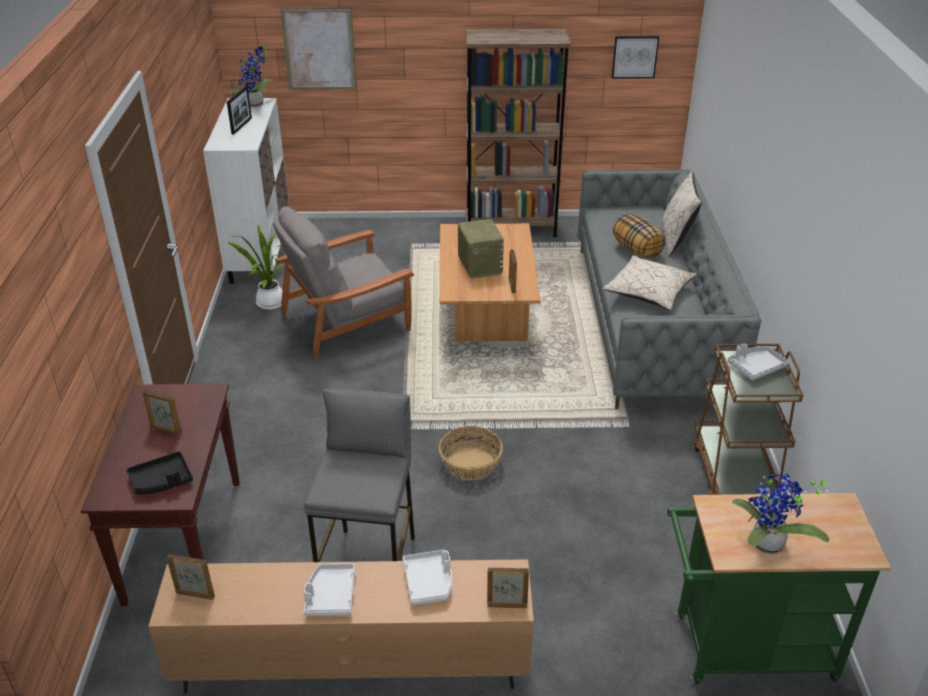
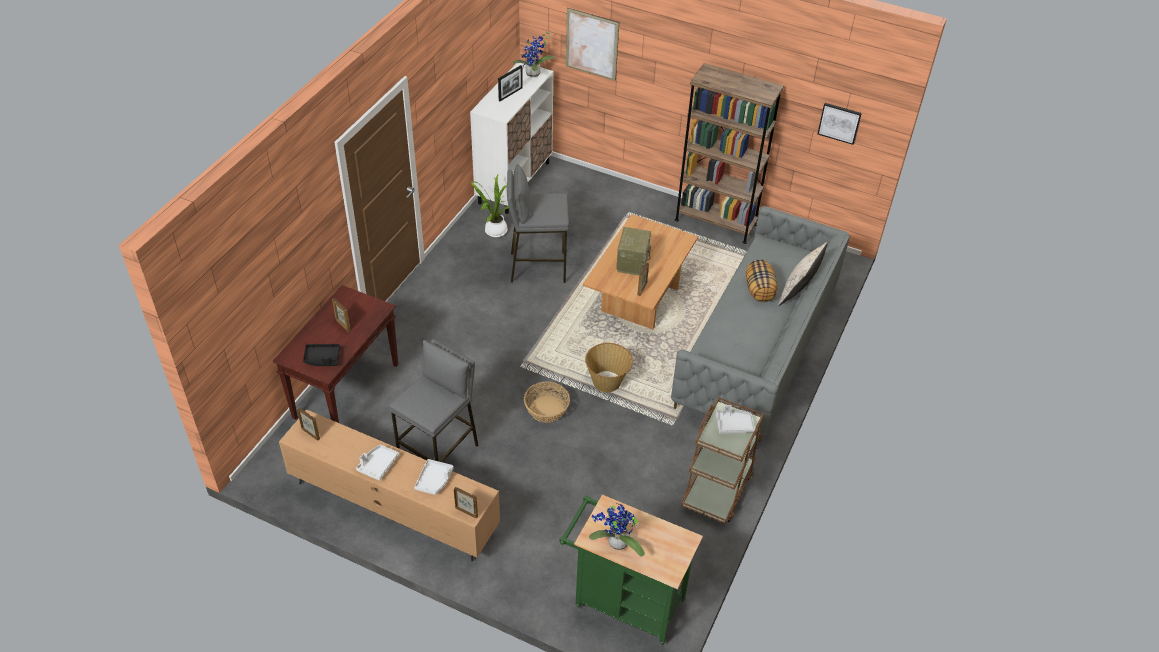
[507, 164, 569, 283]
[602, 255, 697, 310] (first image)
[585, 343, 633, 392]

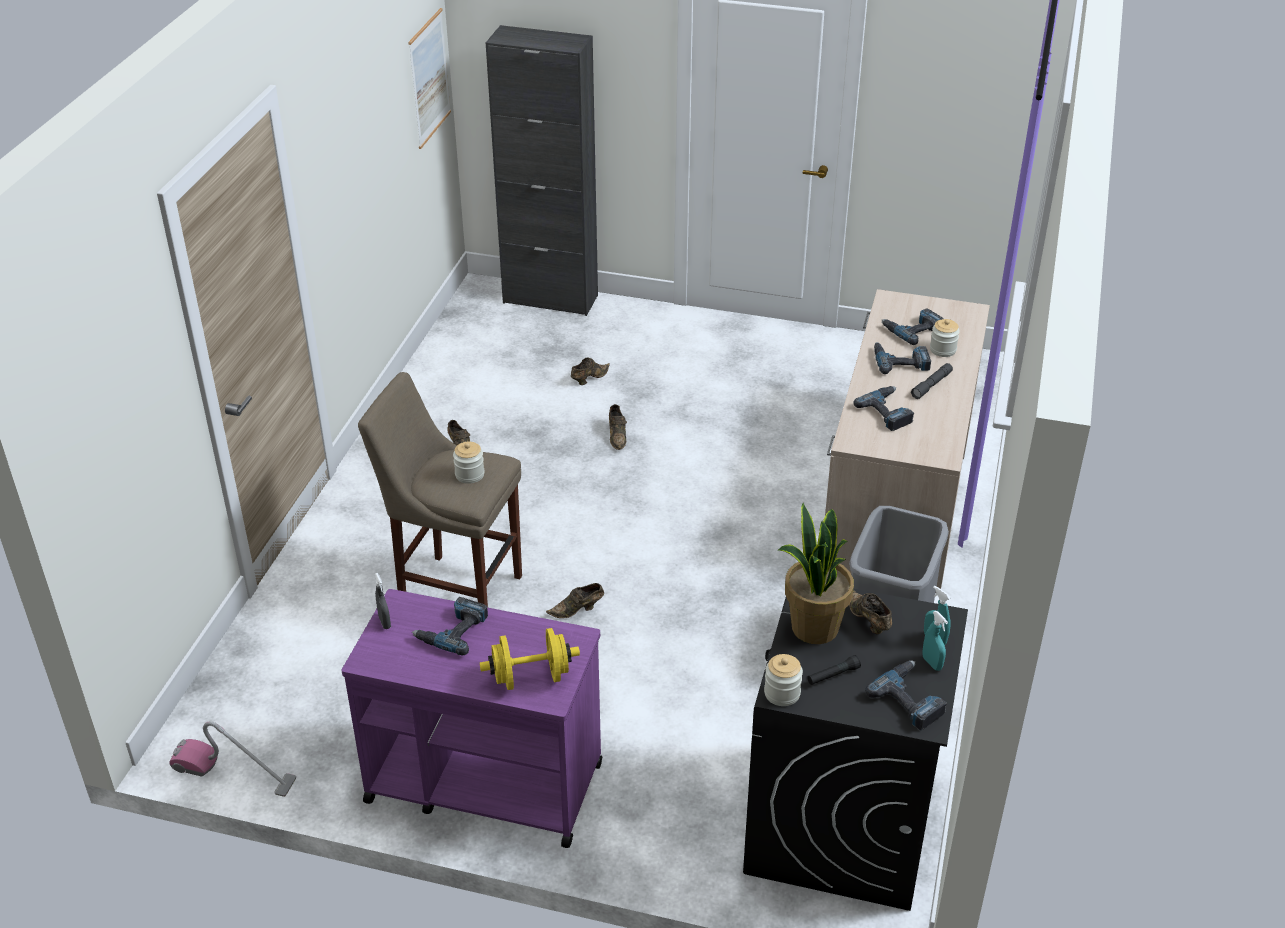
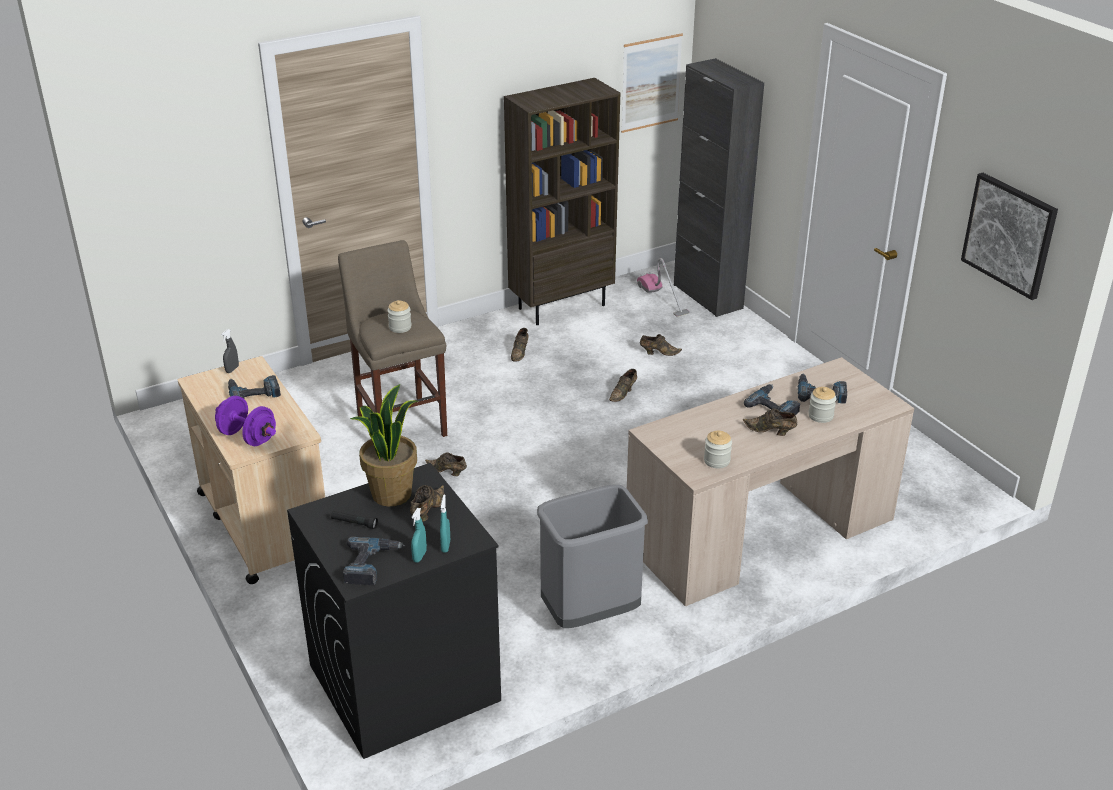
[743, 409, 797, 436]
[853, 386, 914, 431] (first image)
[178, 356, 325, 584]
[215, 396, 276, 446]
[704, 431, 732, 468]
[637, 258, 690, 317]
[504, 78, 620, 325]
[961, 173, 1058, 300]

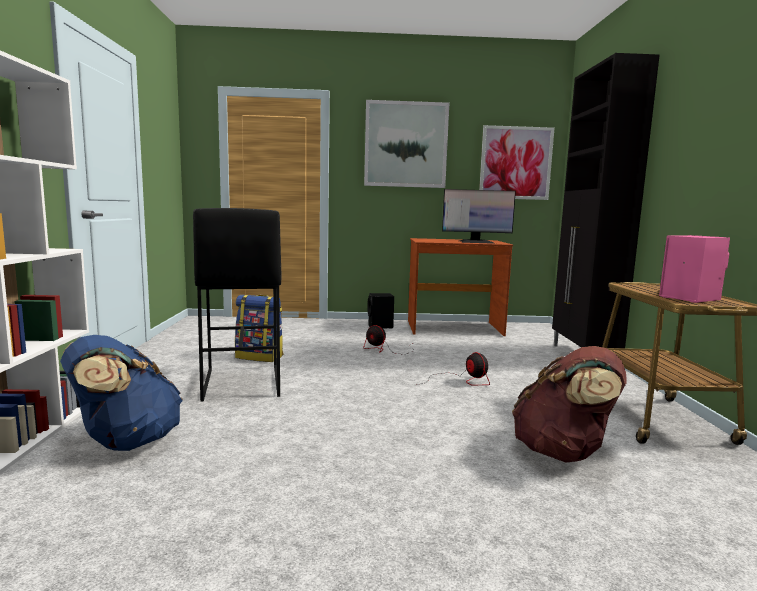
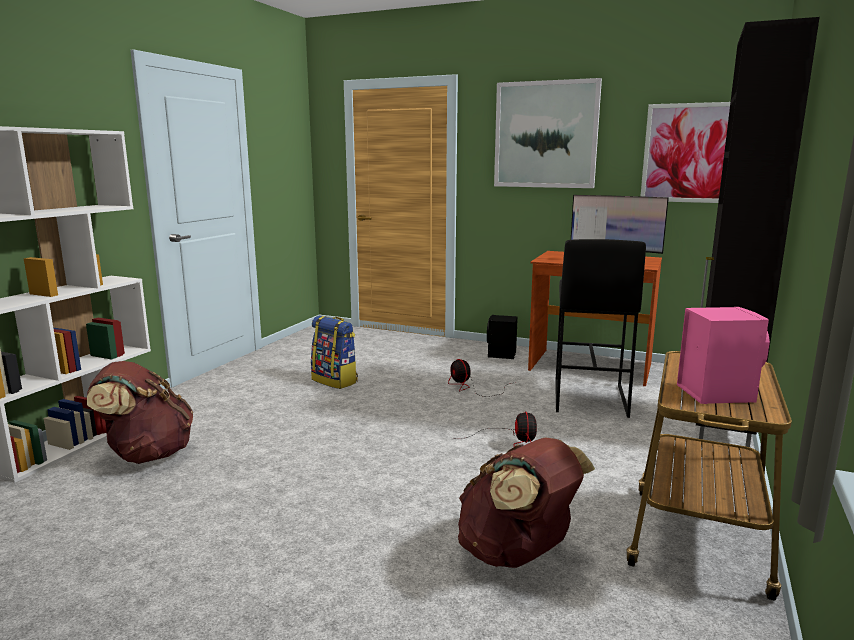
[555, 239, 646, 418]
[87, 361, 193, 464]

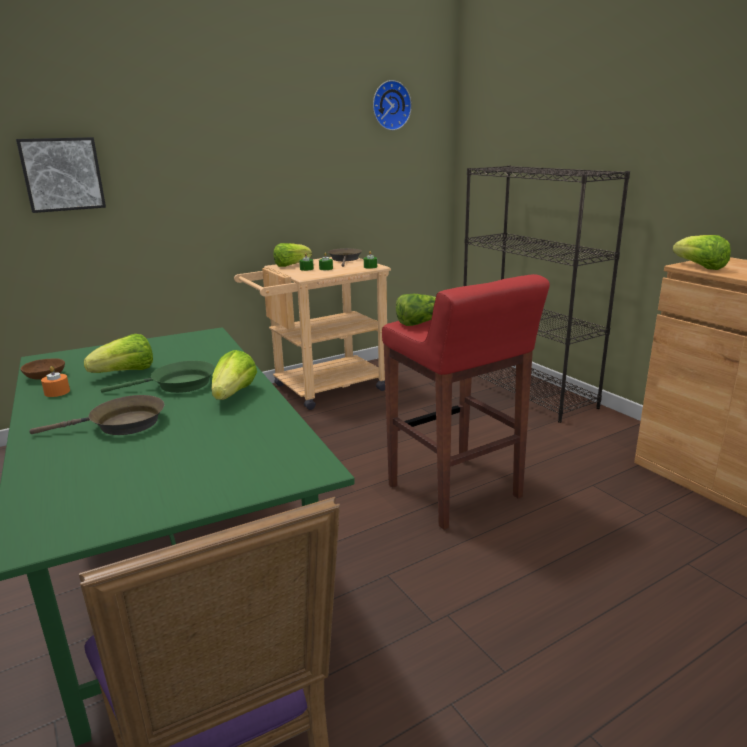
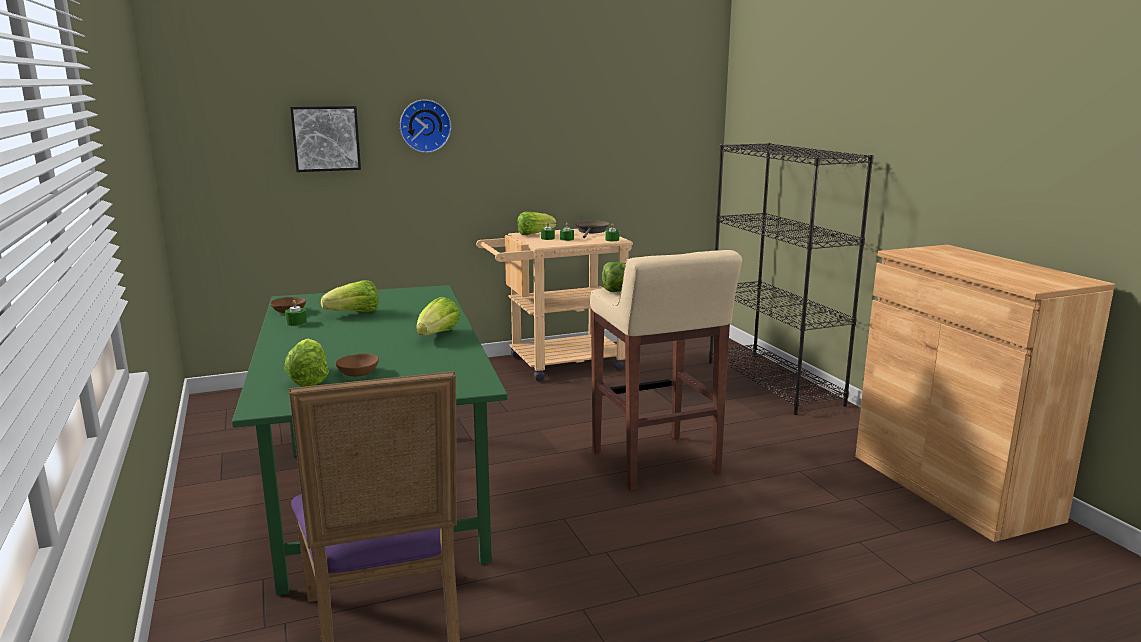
[400, 100, 451, 153]
[284, 339, 329, 387]
[590, 250, 742, 491]
[101, 361, 215, 393] (first image)
[285, 300, 307, 326]
[30, 395, 164, 435] (first image)
[336, 353, 379, 377]

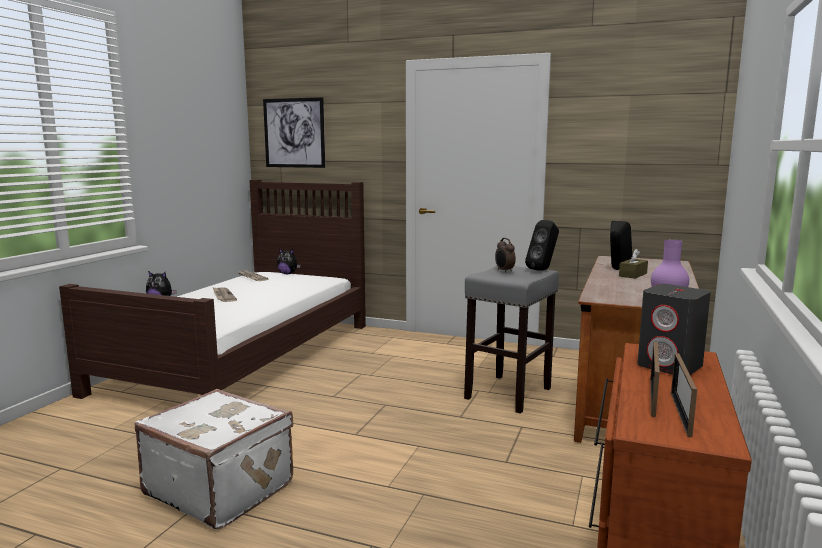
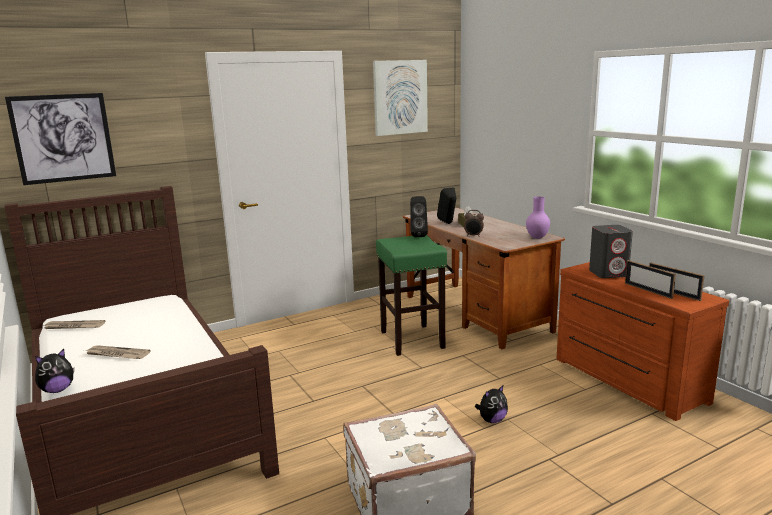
[464, 210, 484, 237]
[475, 386, 508, 423]
[376, 235, 447, 356]
[373, 60, 428, 136]

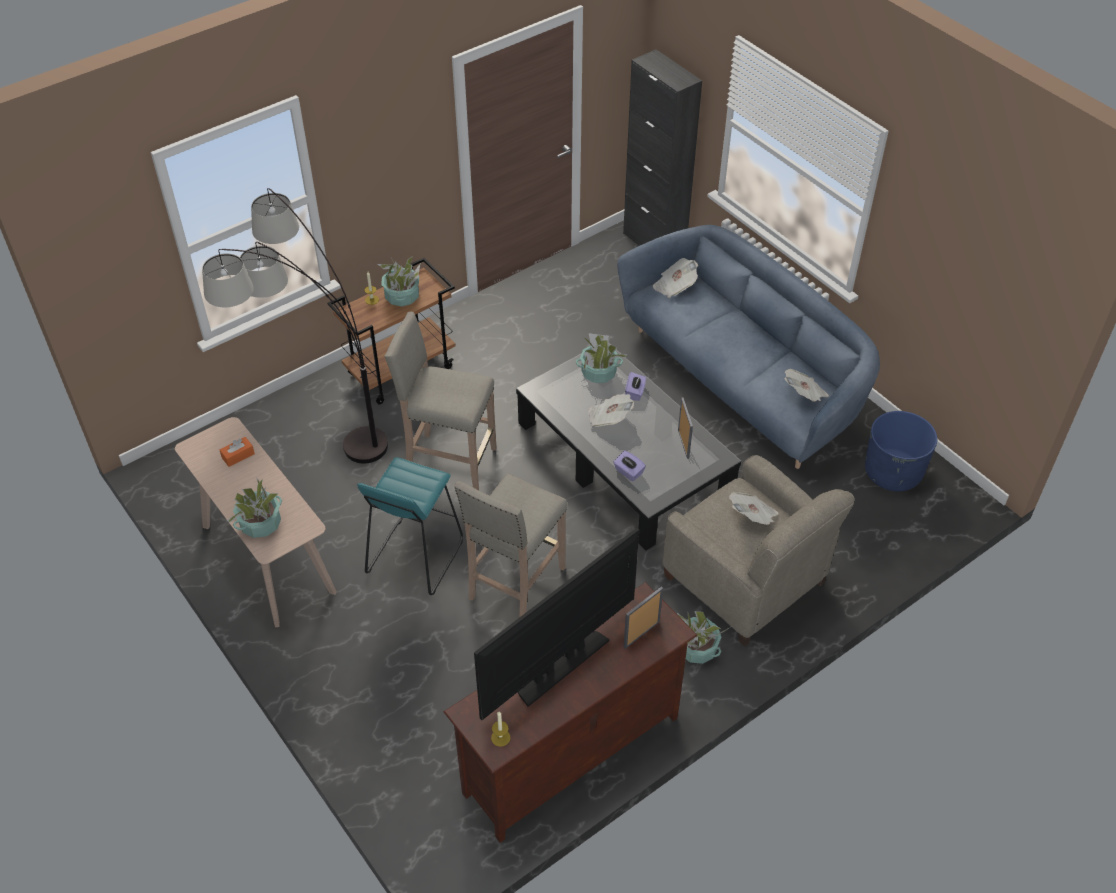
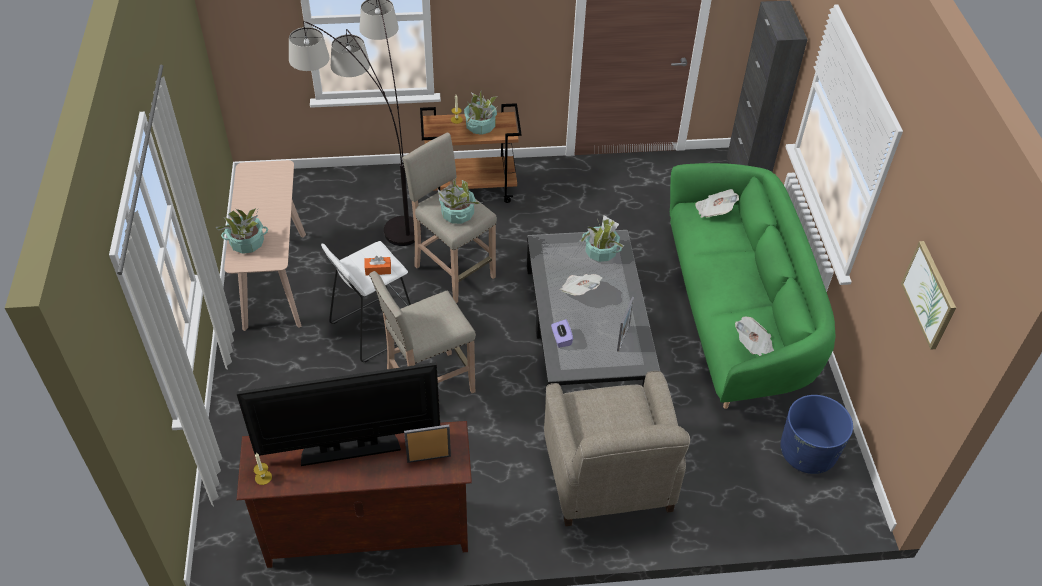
[670, 163, 835, 409]
[625, 372, 646, 401] (first image)
[365, 256, 391, 275]
[321, 241, 411, 362]
[729, 492, 779, 525] (first image)
[437, 178, 483, 224]
[901, 241, 956, 350]

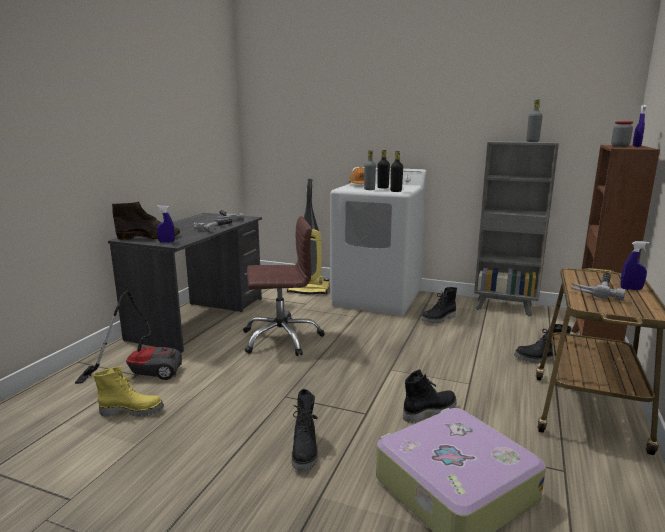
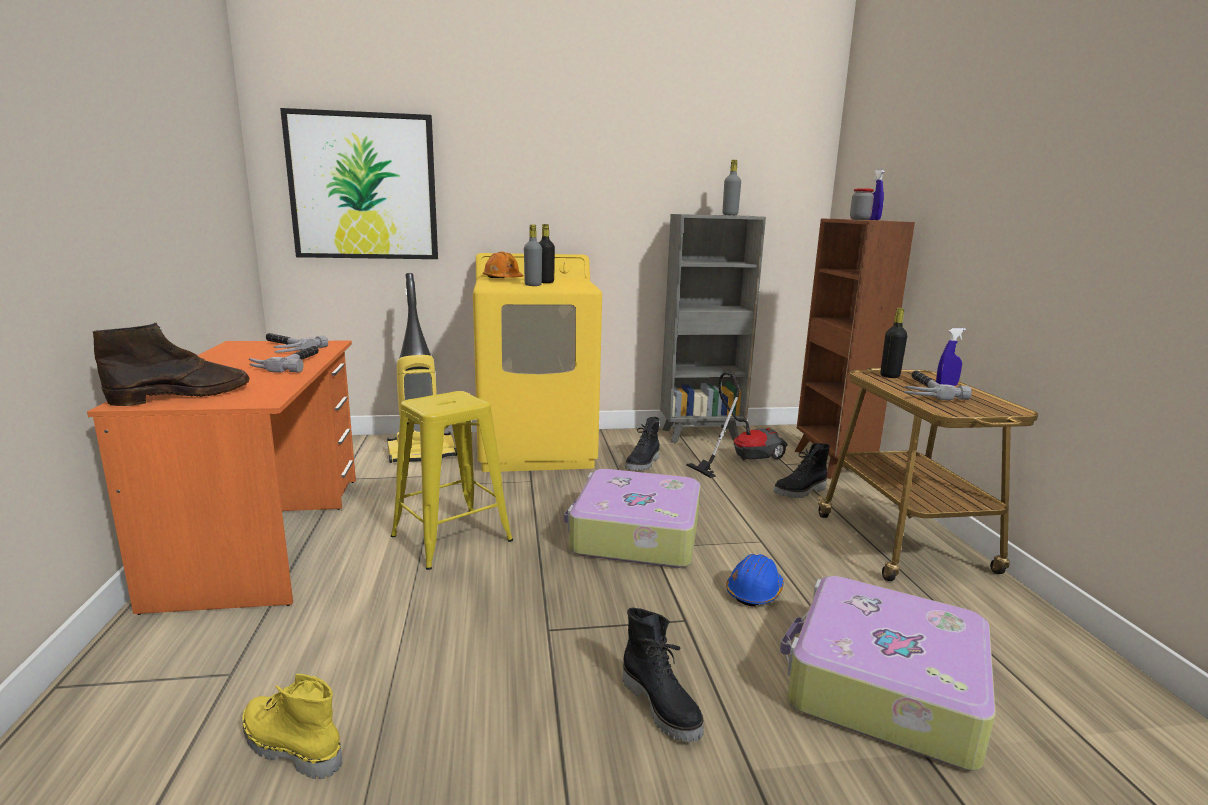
[880, 308, 907, 378]
[473, 253, 602, 472]
[157, 205, 175, 243] (first image)
[87, 341, 356, 615]
[391, 391, 513, 570]
[686, 372, 788, 478]
[242, 674, 342, 779]
[726, 554, 784, 607]
[280, 108, 438, 259]
[564, 469, 701, 568]

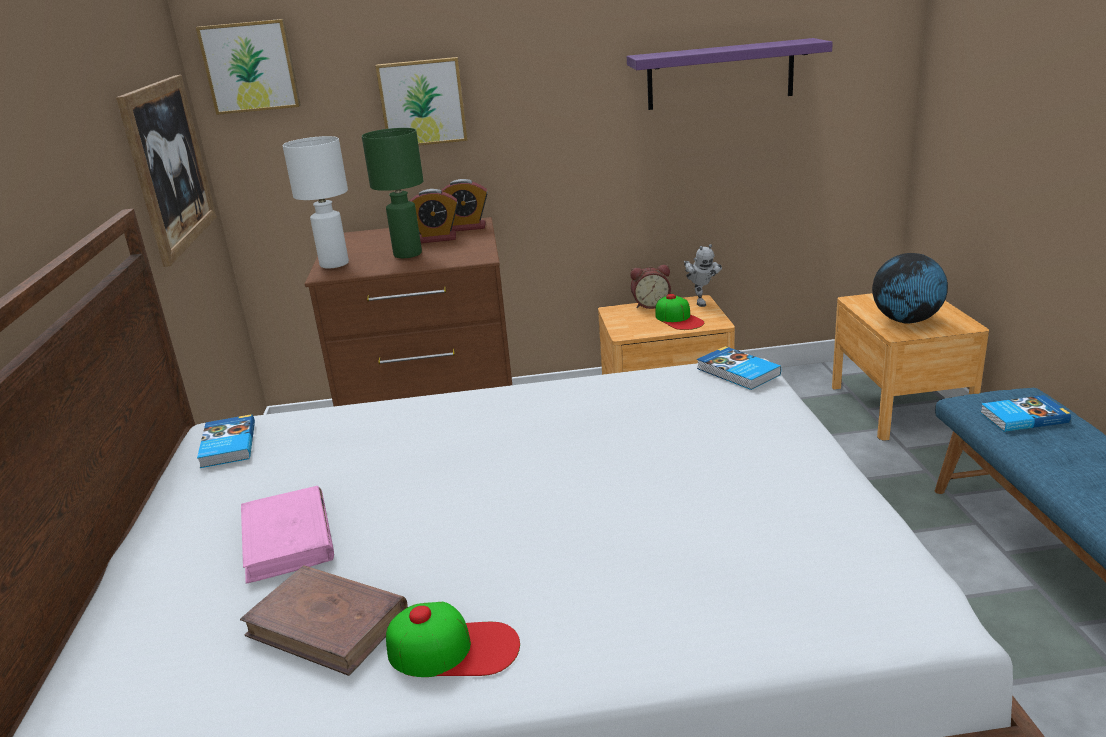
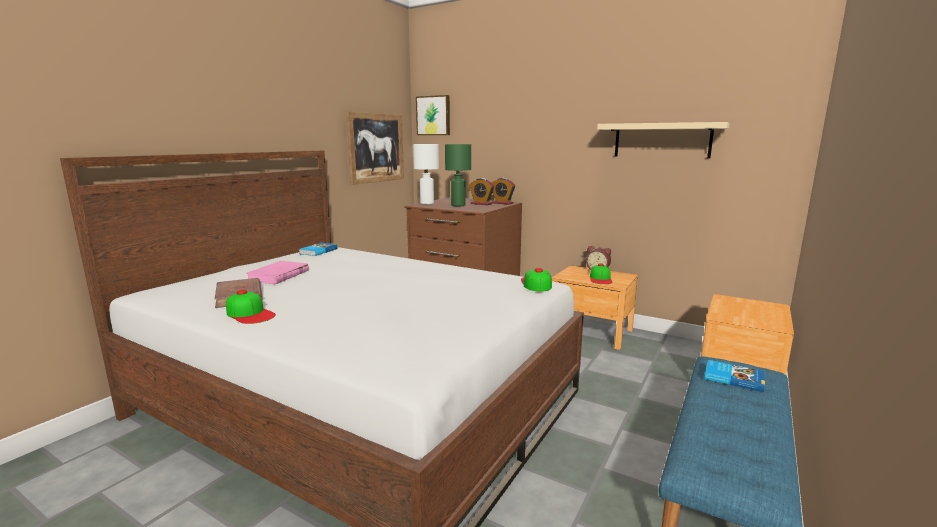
[597, 122, 729, 158]
[375, 57, 467, 146] (first image)
[684, 244, 722, 307] (first image)
[872, 253, 948, 324] (first image)
[521, 268, 552, 292]

